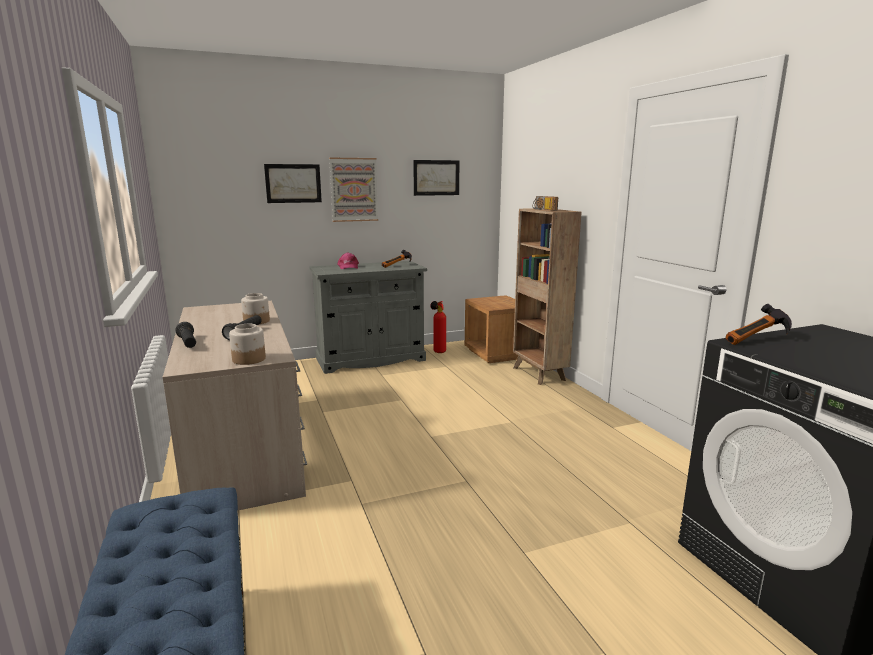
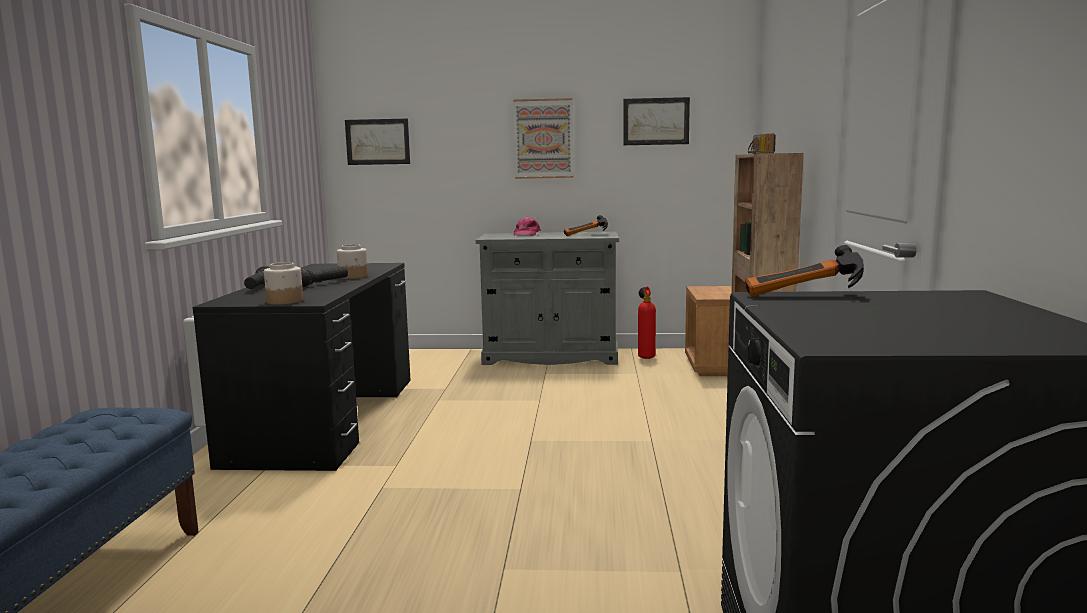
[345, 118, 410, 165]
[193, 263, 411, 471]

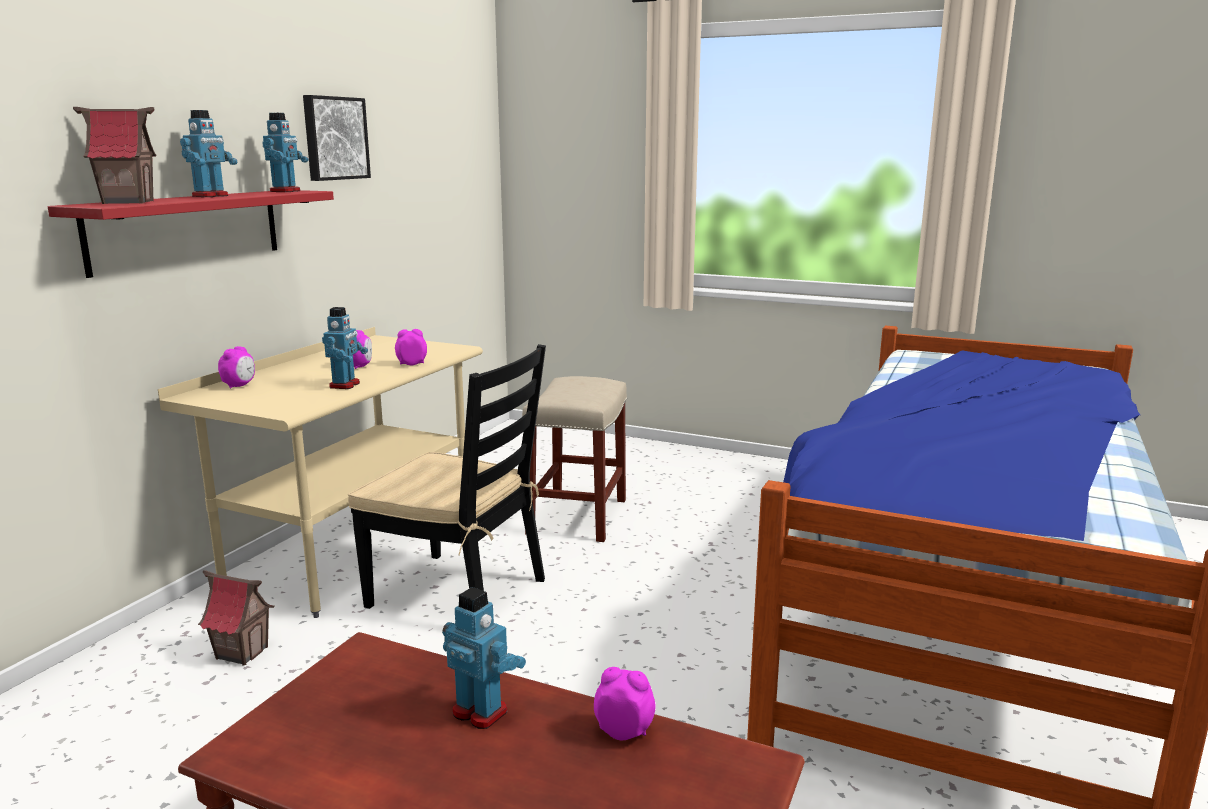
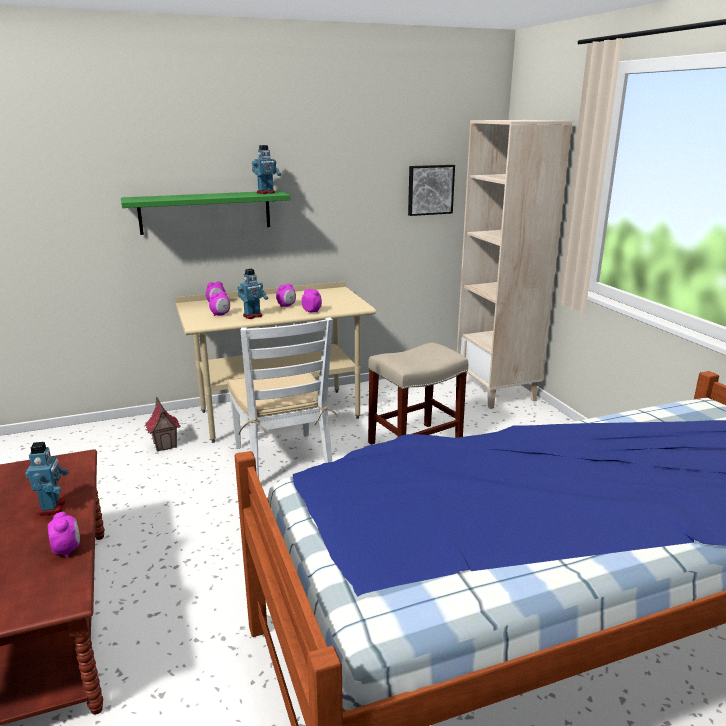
[408, 165, 455, 216]
[73, 107, 156, 204] (first image)
[180, 110, 237, 197] (first image)
[121, 191, 290, 235]
[227, 317, 338, 478]
[457, 120, 572, 409]
[209, 291, 230, 316]

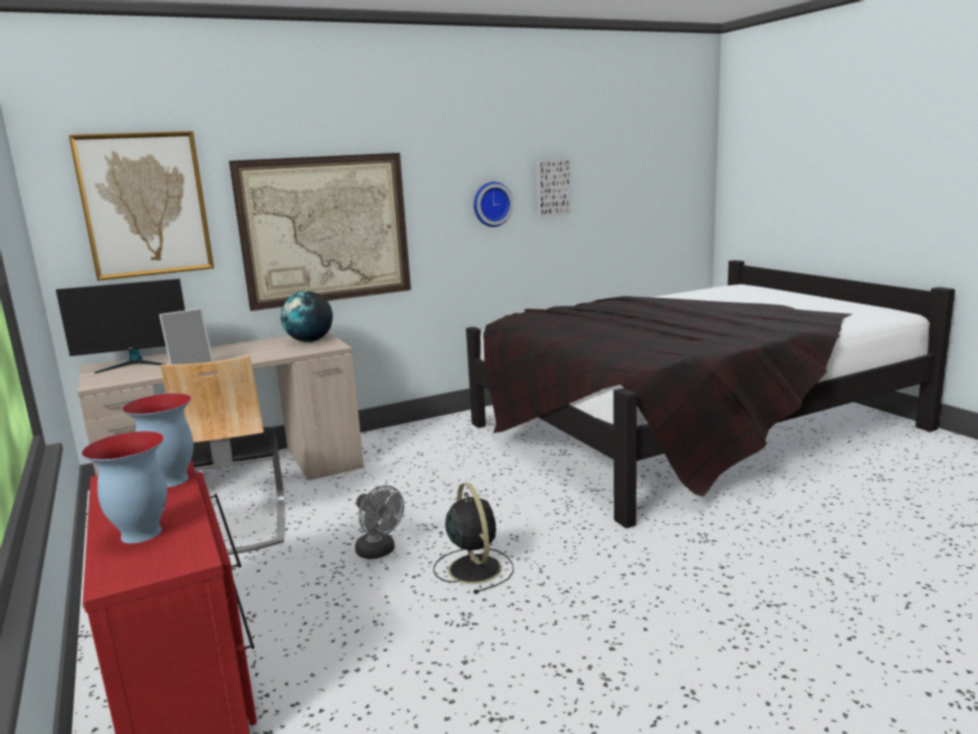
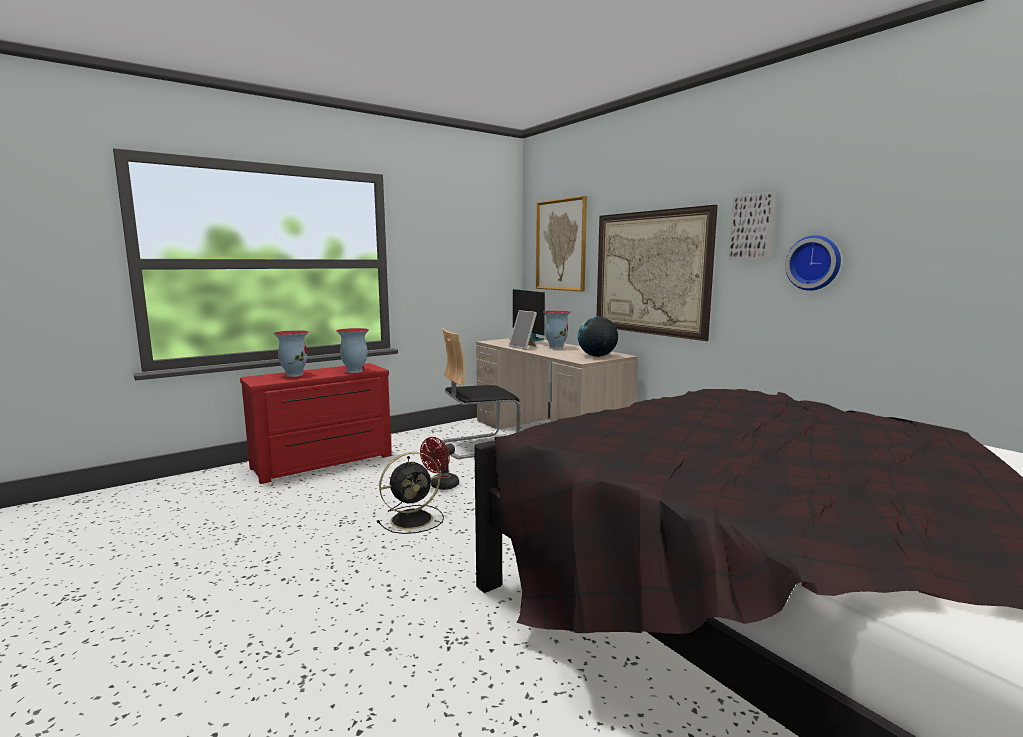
[729, 192, 777, 260]
[420, 437, 459, 490]
[543, 311, 570, 349]

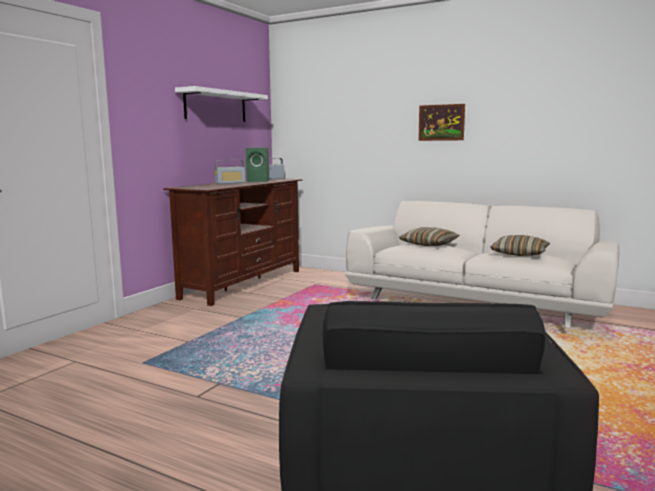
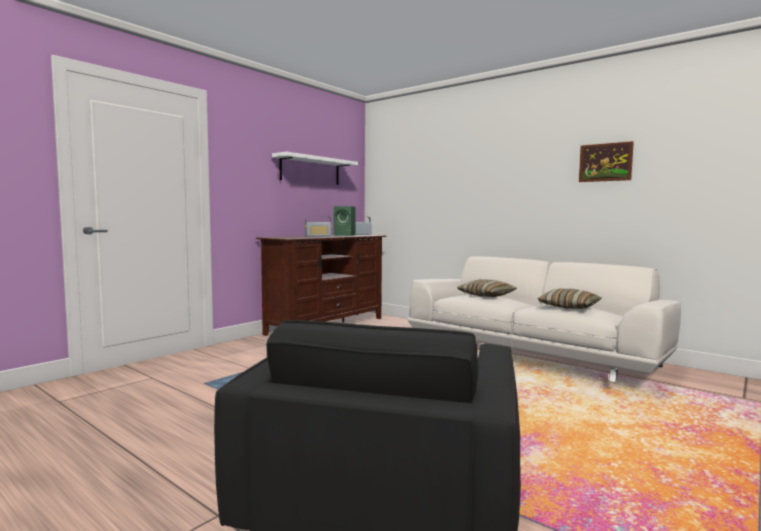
[579, 141, 634, 182]

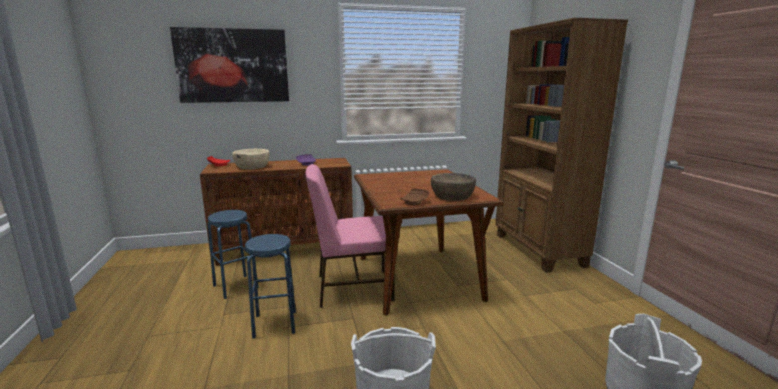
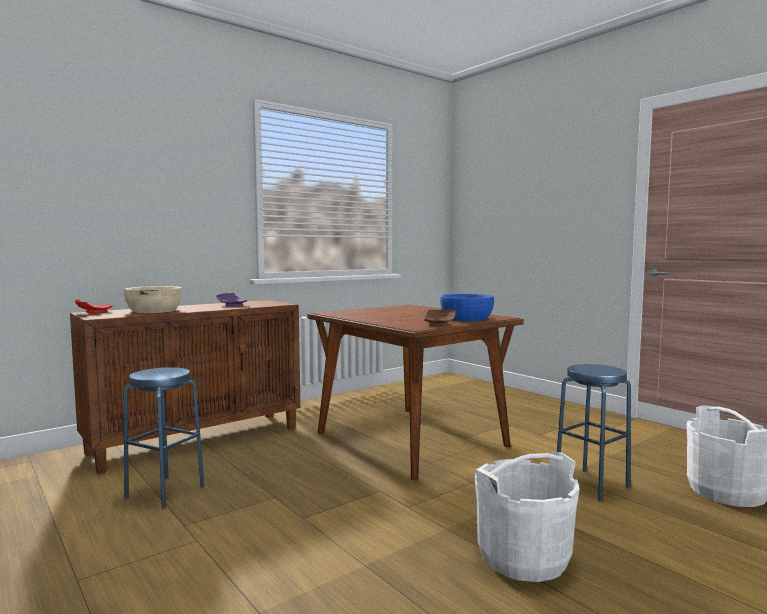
[495, 18, 628, 273] (first image)
[170, 27, 289, 103] (first image)
[305, 164, 395, 308] (first image)
[440, 294, 494, 321]
[557, 364, 631, 502]

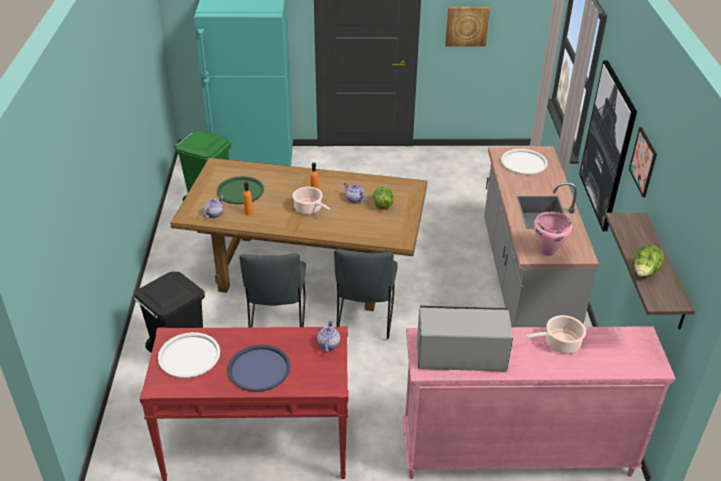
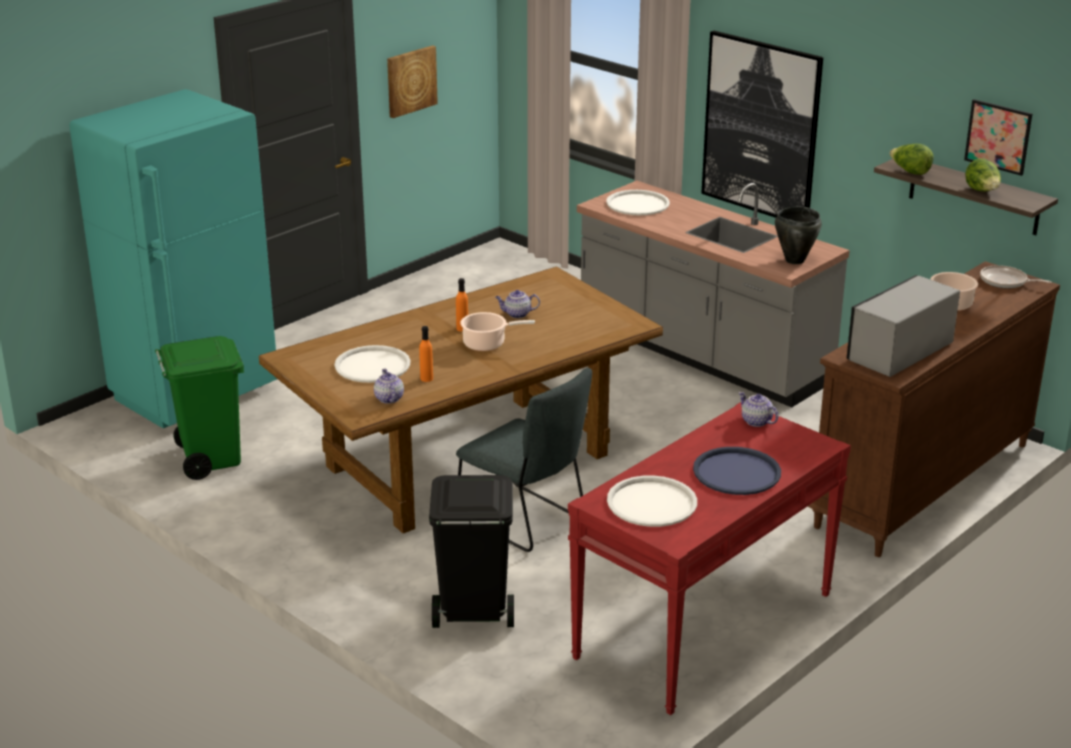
[964, 99, 1032, 176]
[334, 345, 411, 383]
[889, 144, 933, 175]
[775, 207, 822, 264]
[334, 249, 398, 339] (first image)
[808, 261, 1060, 557]
[980, 265, 1051, 289]

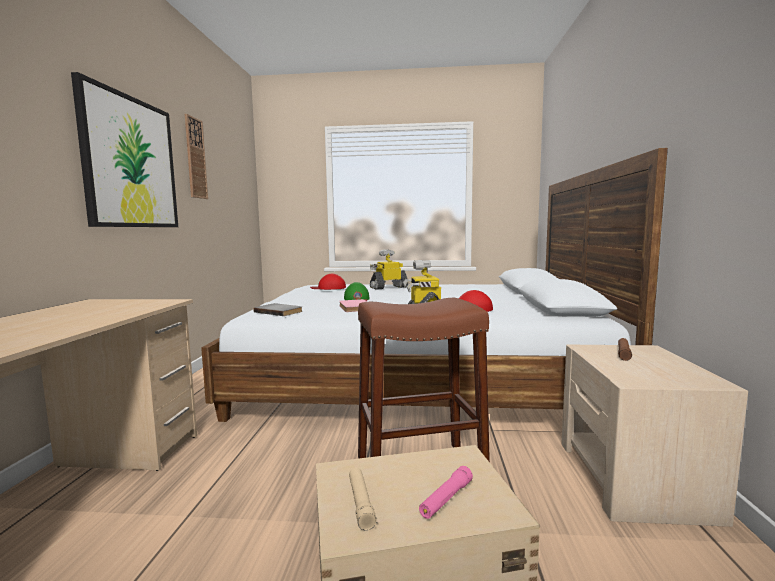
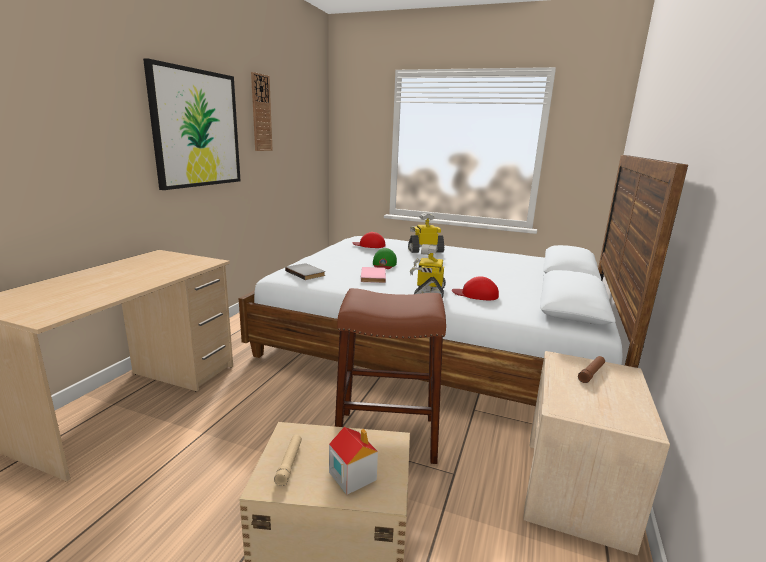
[329, 427, 378, 495]

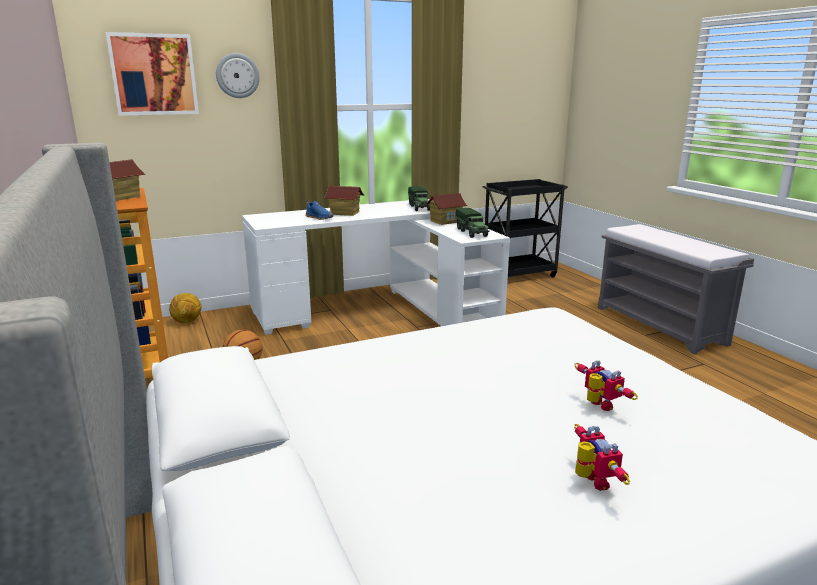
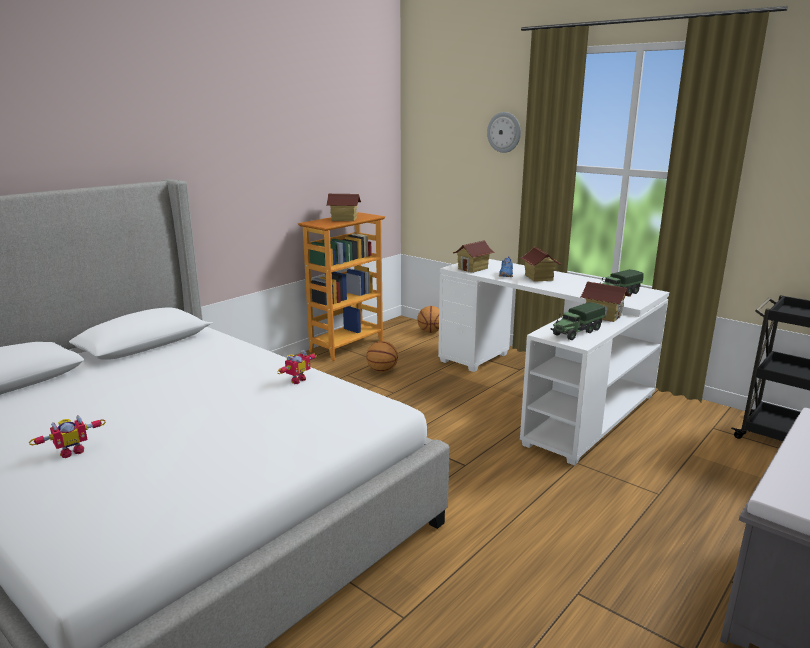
[106, 32, 199, 116] (first image)
[417, 306, 439, 333]
[277, 350, 317, 384]
[452, 240, 495, 273]

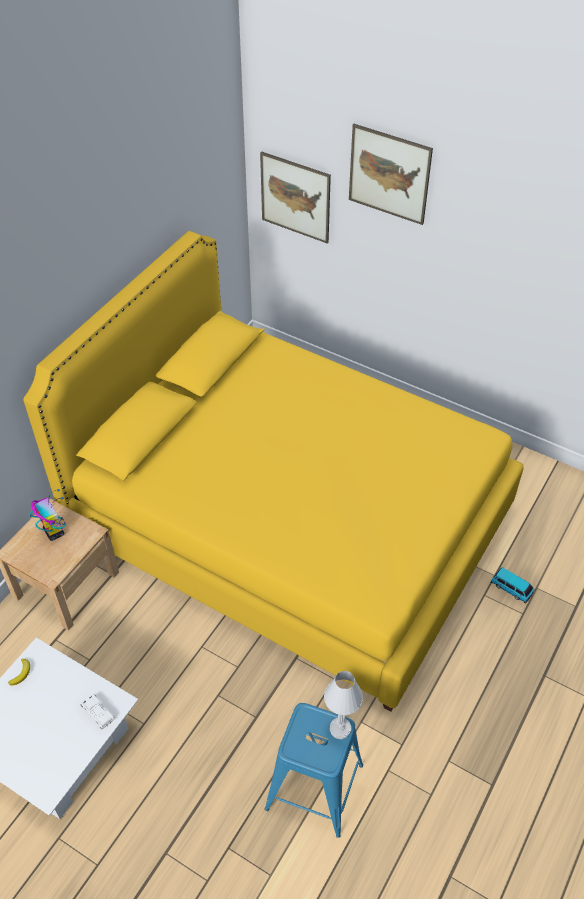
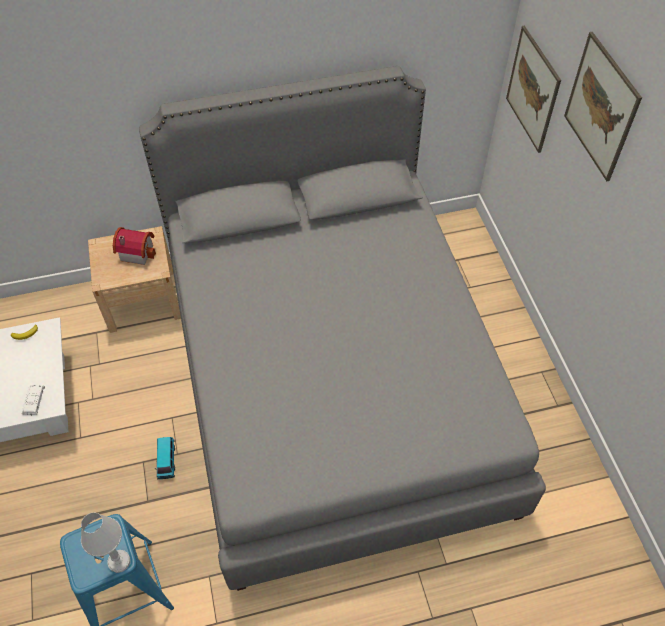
[139, 66, 546, 591]
[113, 227, 156, 265]
[155, 437, 175, 479]

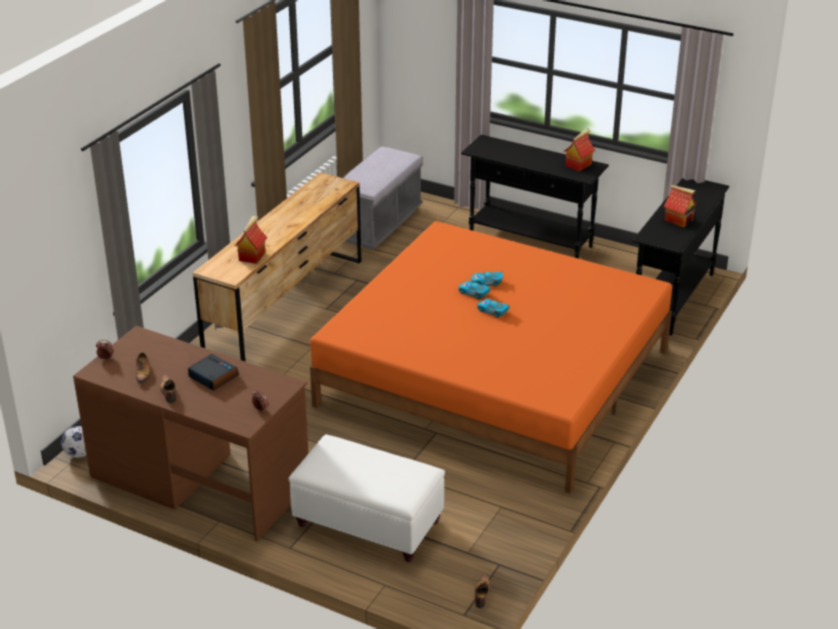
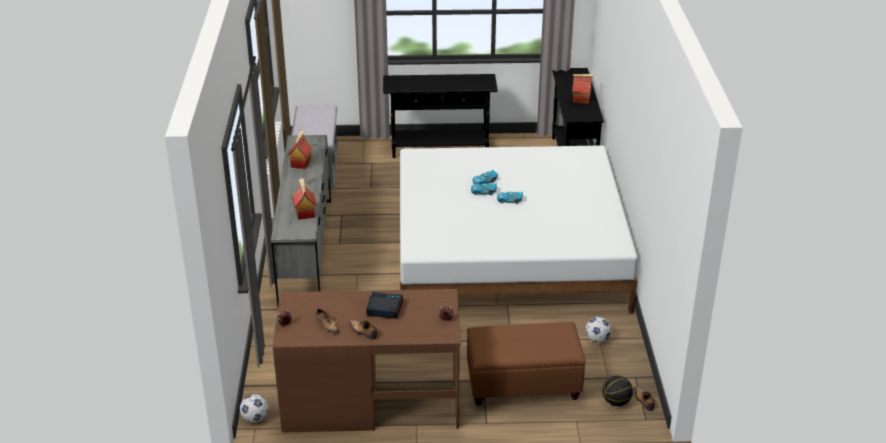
[287, 130, 312, 169]
[271, 135, 331, 306]
[400, 145, 638, 314]
[467, 322, 586, 406]
[585, 317, 612, 343]
[602, 376, 633, 406]

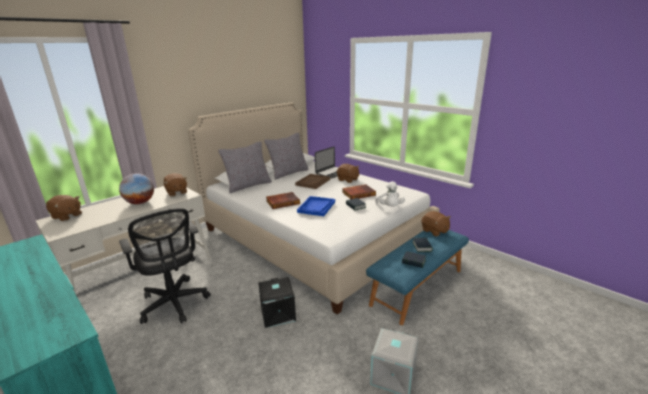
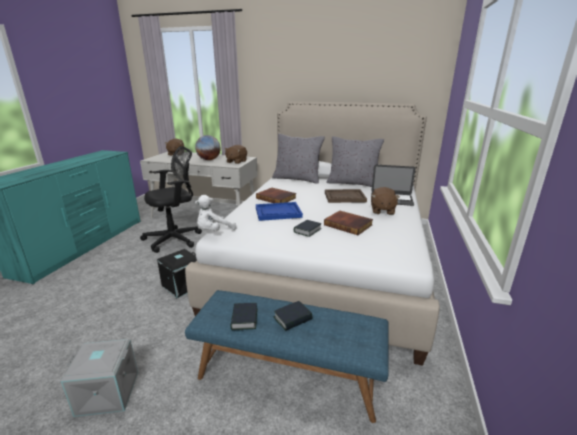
[195, 195, 237, 231]
[140, 146, 202, 253]
[422, 211, 451, 237] (first image)

